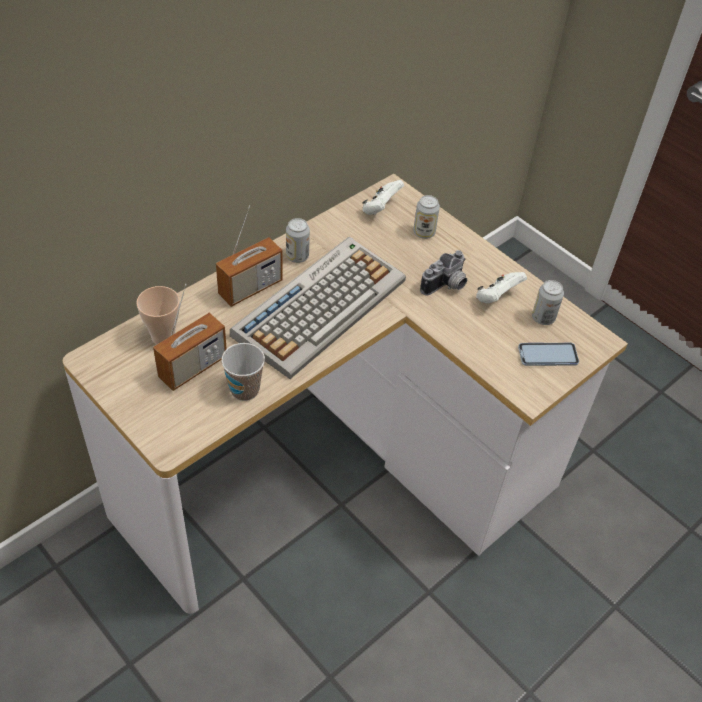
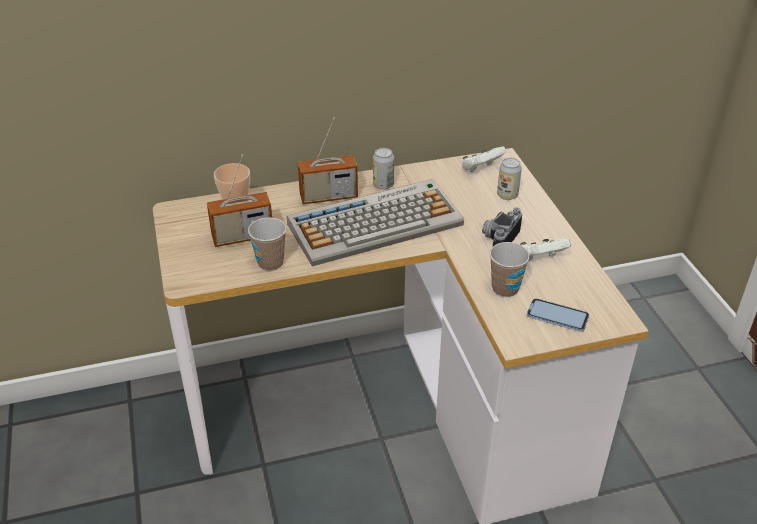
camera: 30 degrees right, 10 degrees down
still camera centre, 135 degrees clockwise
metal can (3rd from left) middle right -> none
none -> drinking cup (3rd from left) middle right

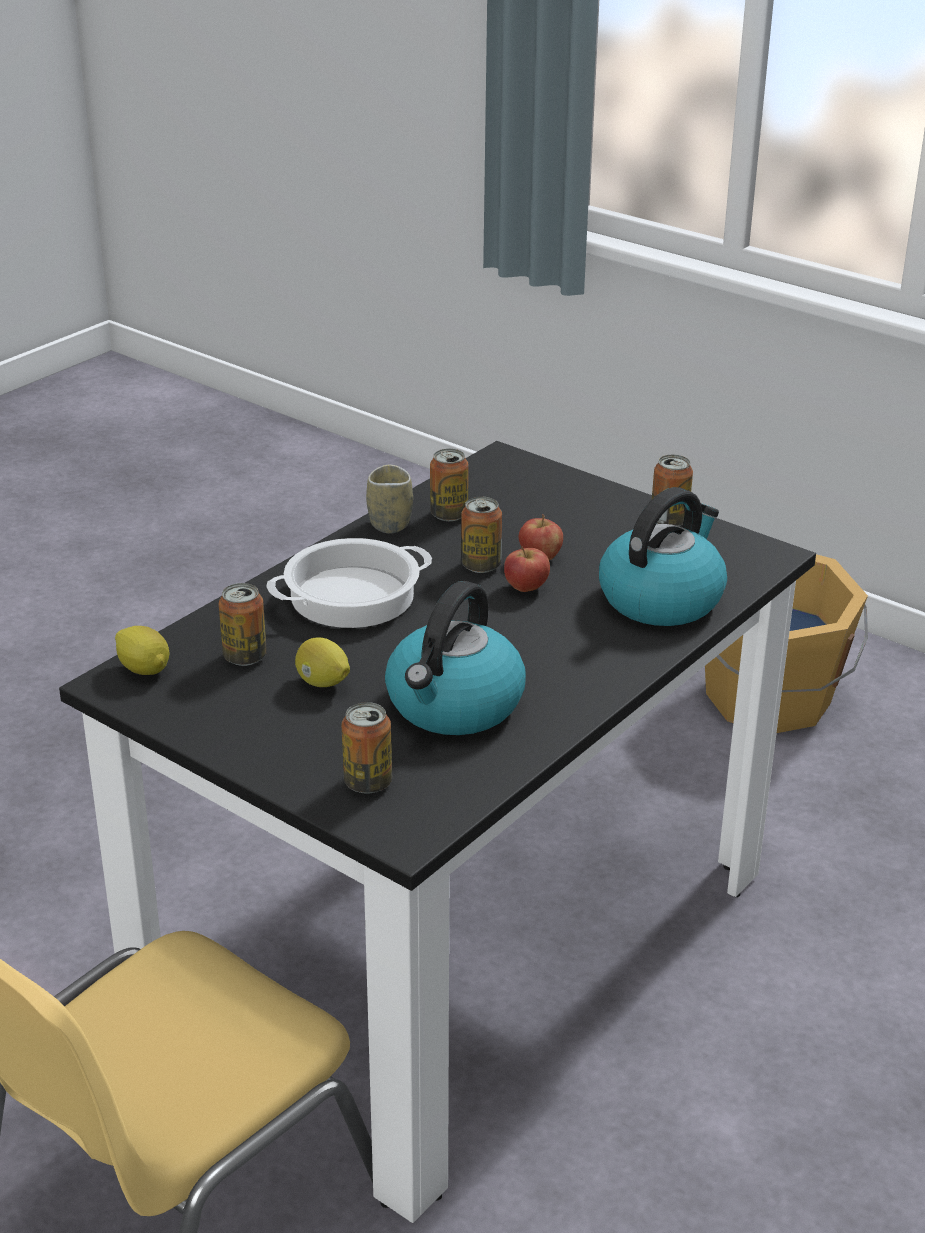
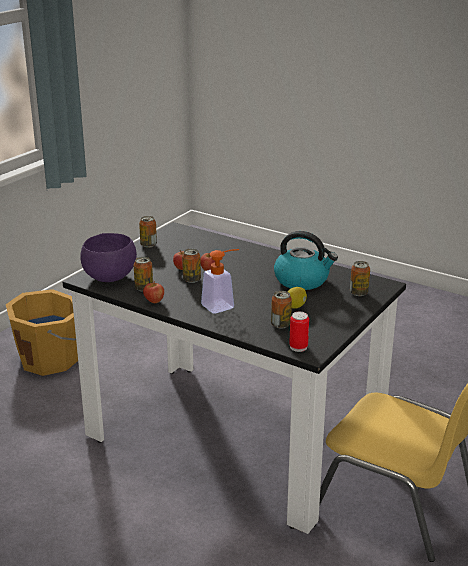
camera: 95 degrees left, 5 degrees down
drinking cup centre -> apple fruit (1st from left) middle left
water kettle (2nd from left) middle right -> none
cooking pot centre -> soap dispenser centre
whole lemon (1st from left) middle left -> metal can (5th from left) centre
none -> purple-coloured bowl middle left

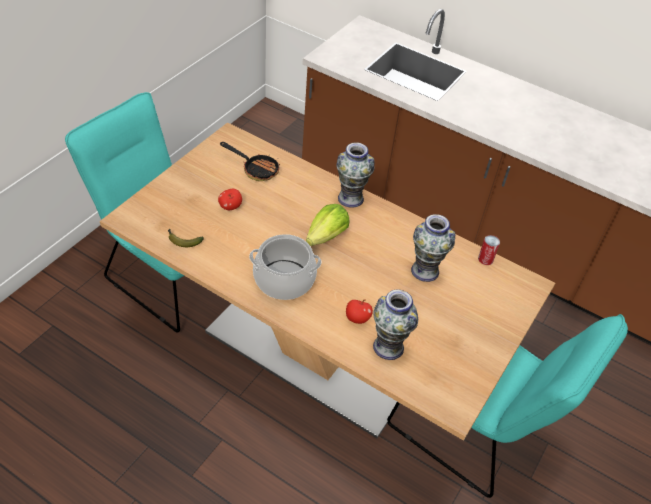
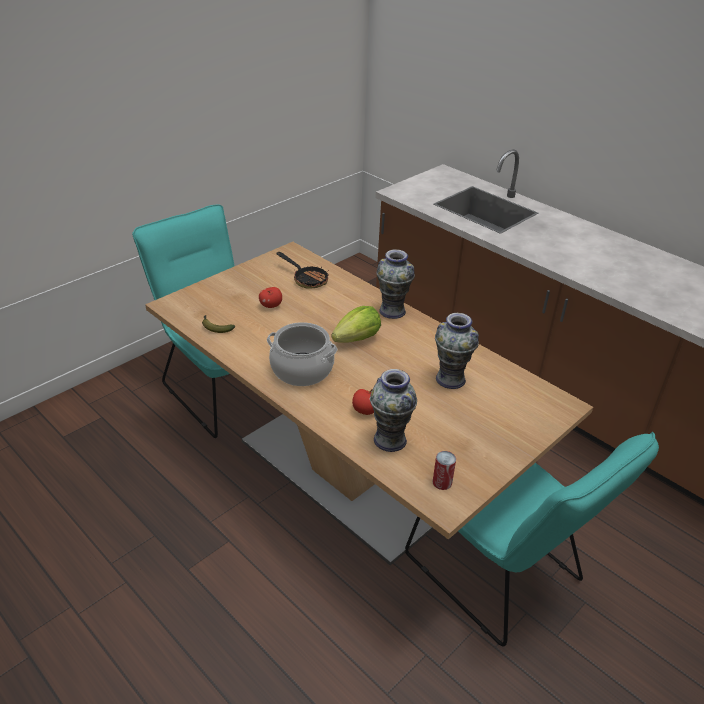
camera: 15 degrees right, 10 degrees down
metal can middle right -> metal can bottom centre, moved

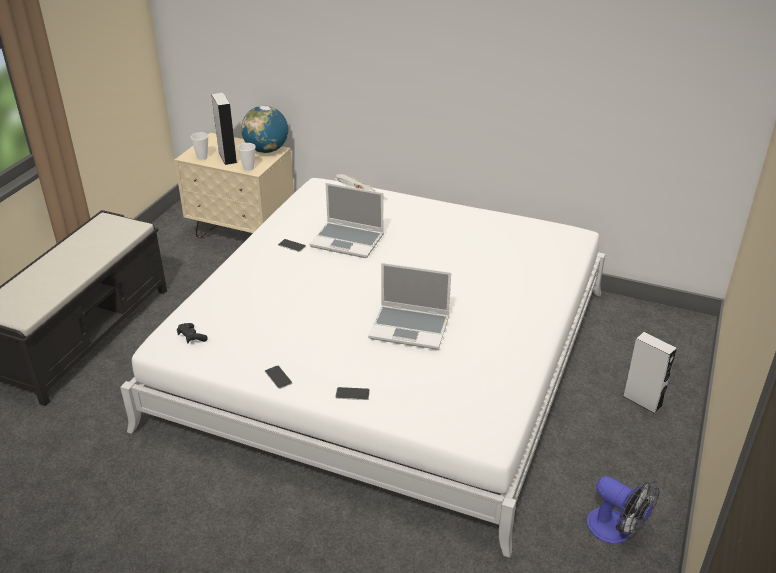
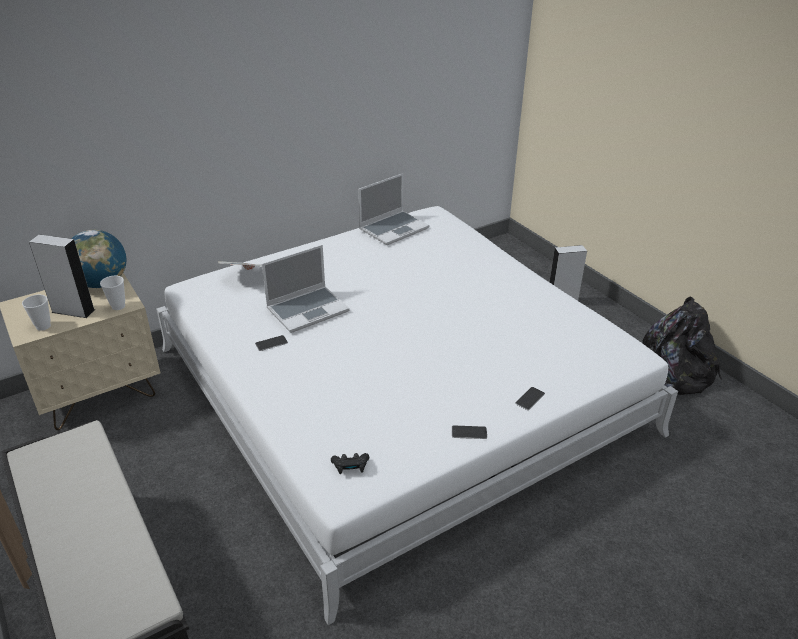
camera: 55 degrees left, 0 degrees up
laptop (2nd from left) centre -> laptop (2nd from left) top centre, moved
electric fan bottom right -> black rucksack middle right

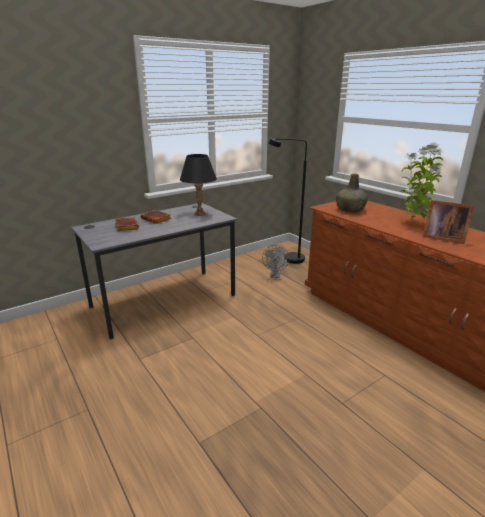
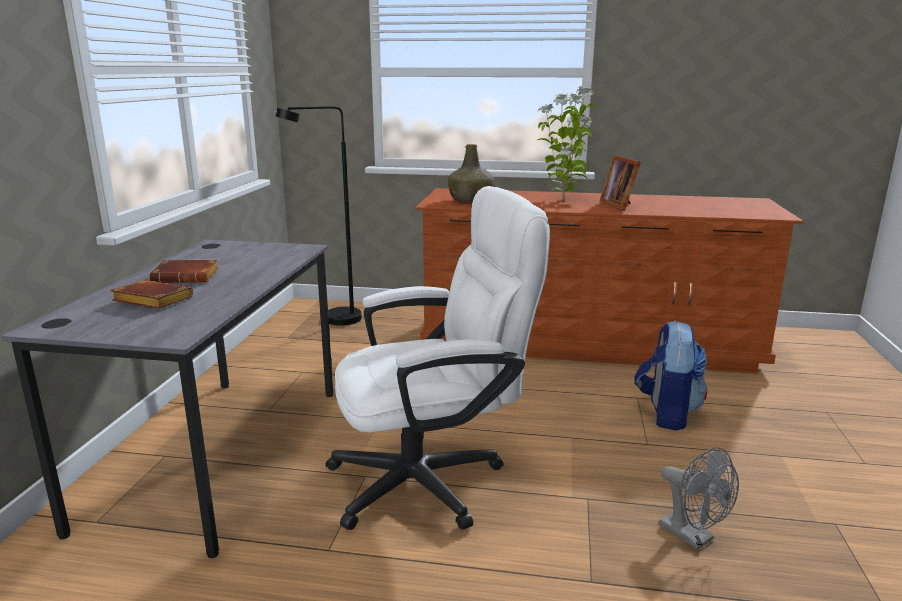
camera: 45 degrees left, 5 degrees down
black tabletop lamp centre -> none
standing frame middle right -> standing frame top right, 90 degrees clockwise
gray electric fan centre -> gray electric fan bottom right, moved
none -> whitish computer chair centre
none -> rucksack middle right

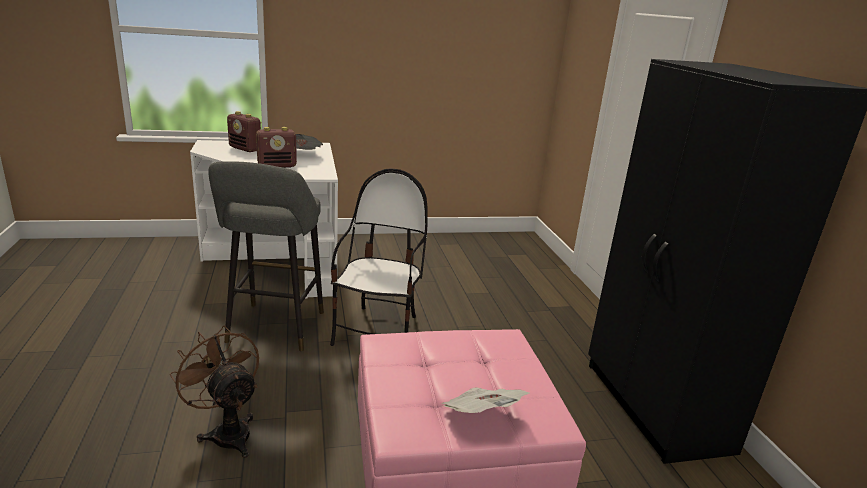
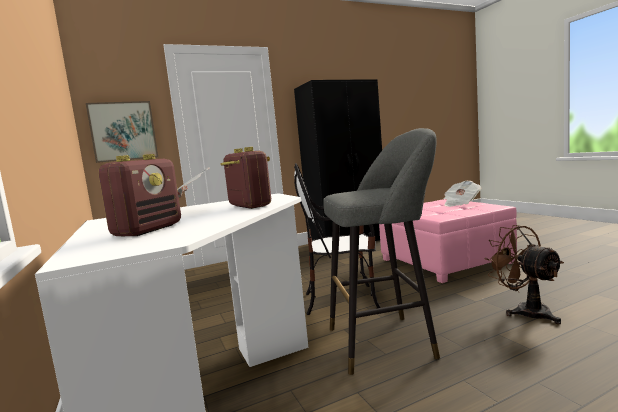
camera: 100 degrees left, 15 degrees down
brownish electric fan bottom left -> brownish electric fan middle right, 120 degrees clockwise
none -> wall picture top left

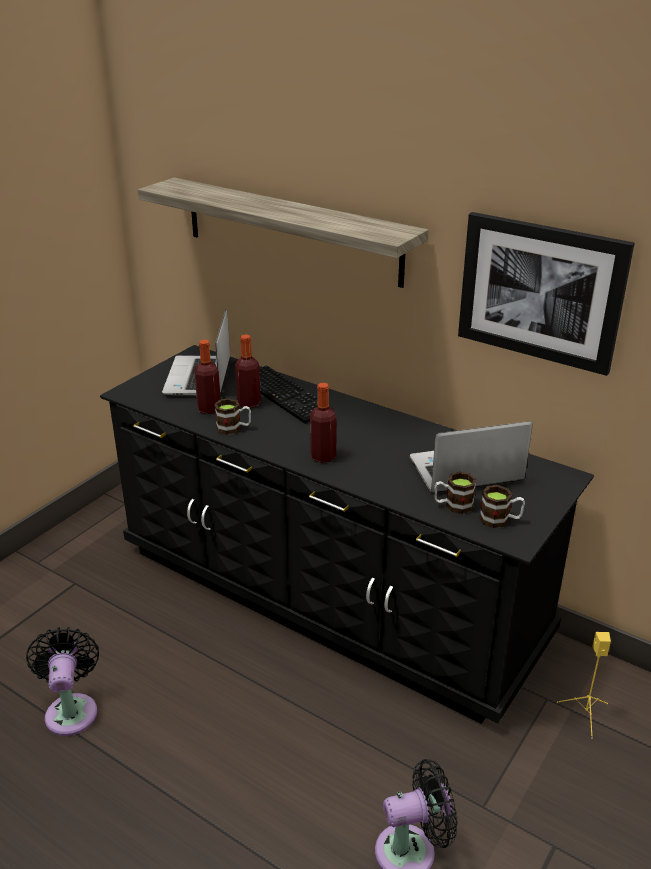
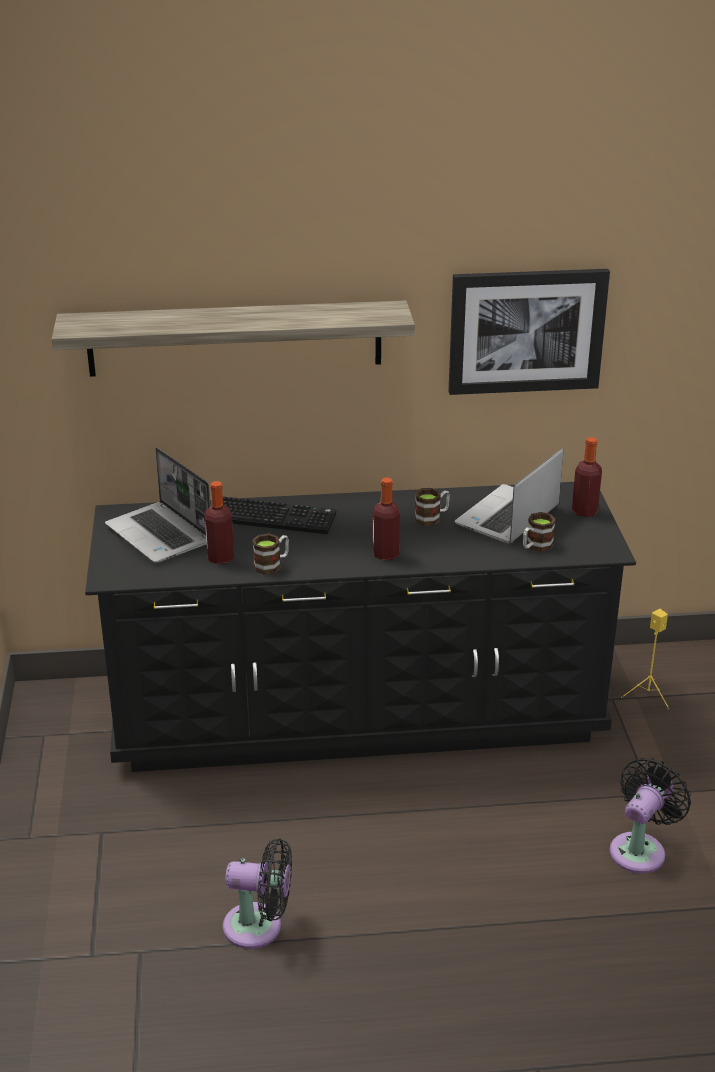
camera: 40 degrees left, 0 degrees up
beverage bottle (2nd from left in the first image) centre -> beverage bottle (3rd from left) middle right, moved
mug (3rd from left in the first image) middle right -> mug (2nd from left) centre, moved
black electric fan (1st from left) bottom left -> black electric fan (1st from left) bottom centre, 150 degrees clockwise

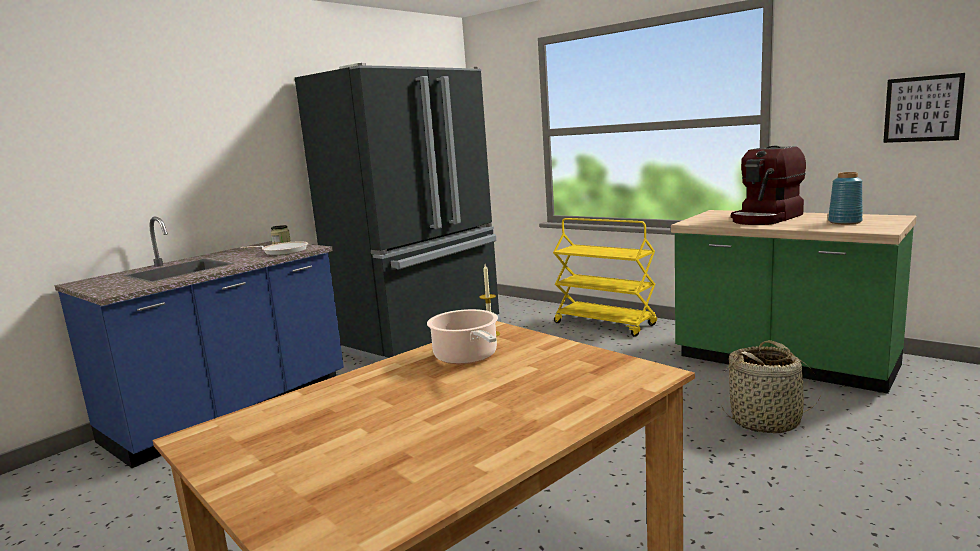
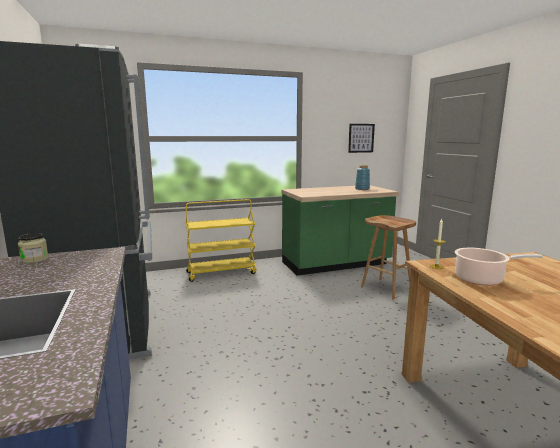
camera: 60 degrees left, 0 degrees up
coffee brewer middle right -> none
pan middle left -> none
household basket bottom right -> brownish stool middle right

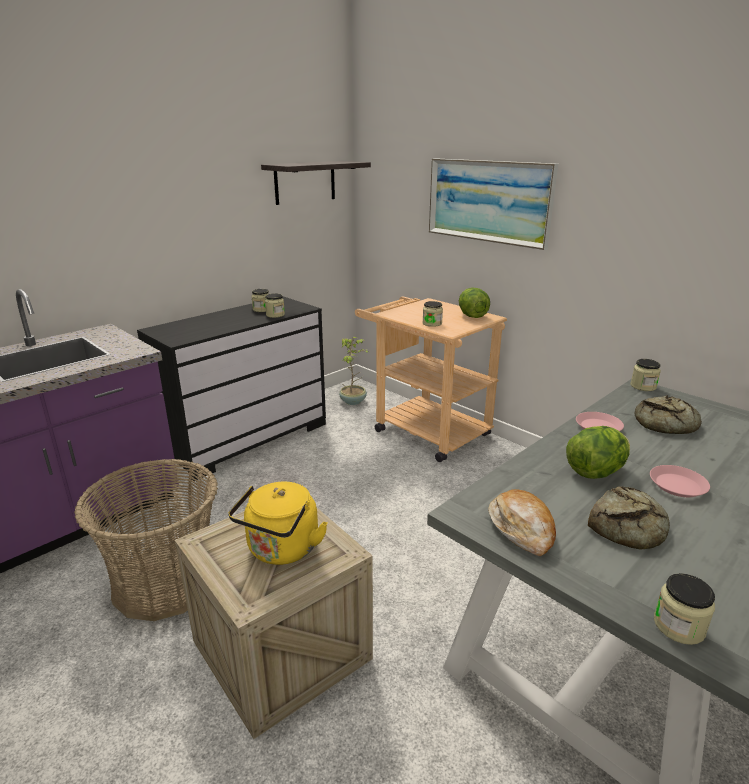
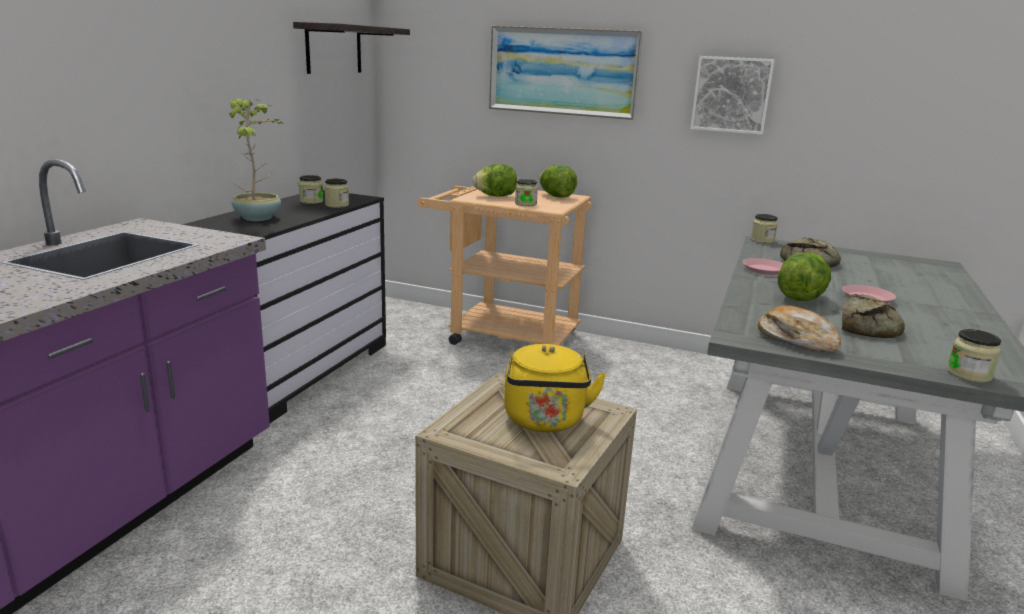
camera: 25 degrees left, 5 degrees down
houseplant centre -> houseplant top left, moved
household basket bottom left -> none
none -> wall picture (2nd from left) top right
none -> lettuce head (1st from left) top centre

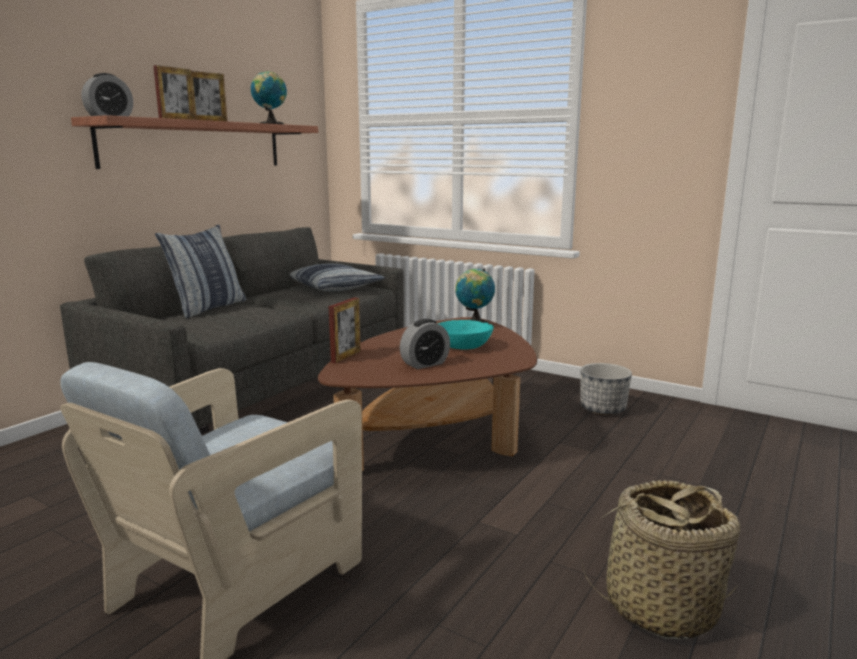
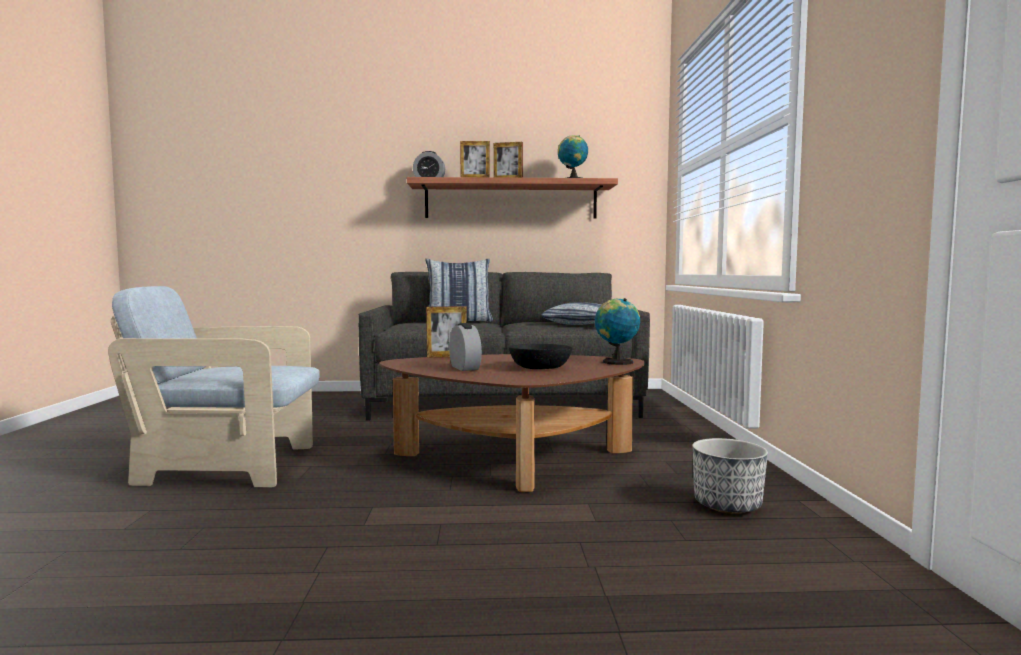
camera: 55 degrees right, 10 degrees down
bedside clock (2nd from left) centre, 135 degrees counterclockwise
turquoise bowl centre -> black bowl centre
household basket bottom right -> none

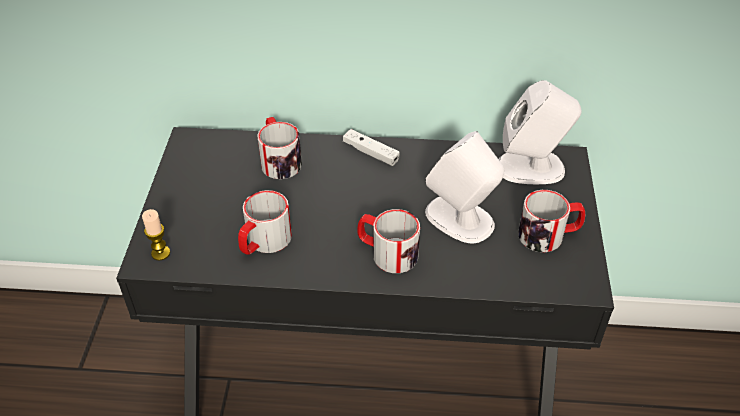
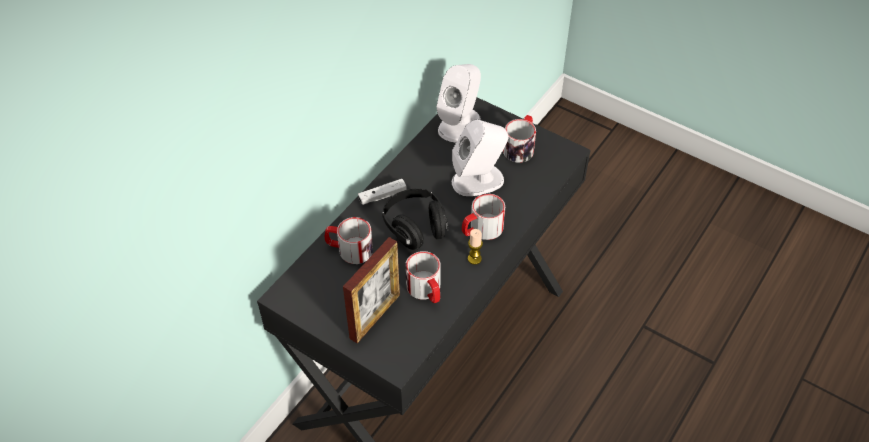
camera: 60 degrees left, 5 degrees up
wax light middle left -> wax light centre, moved
none -> black headphones centre
none -> standing frame centre

